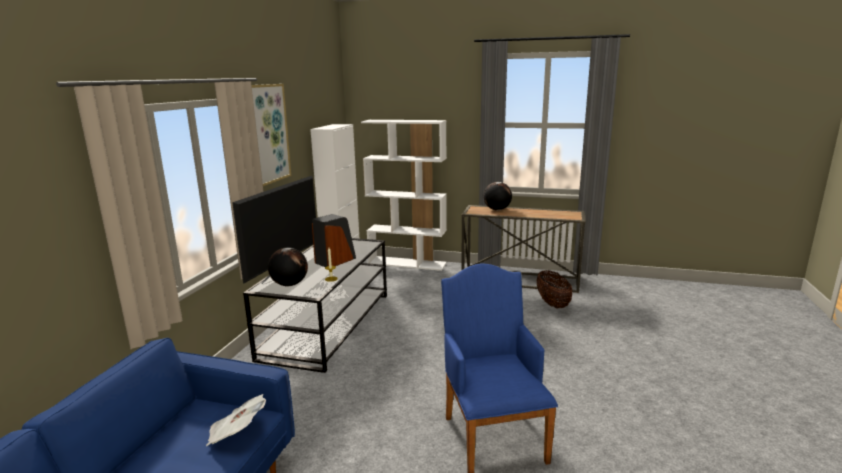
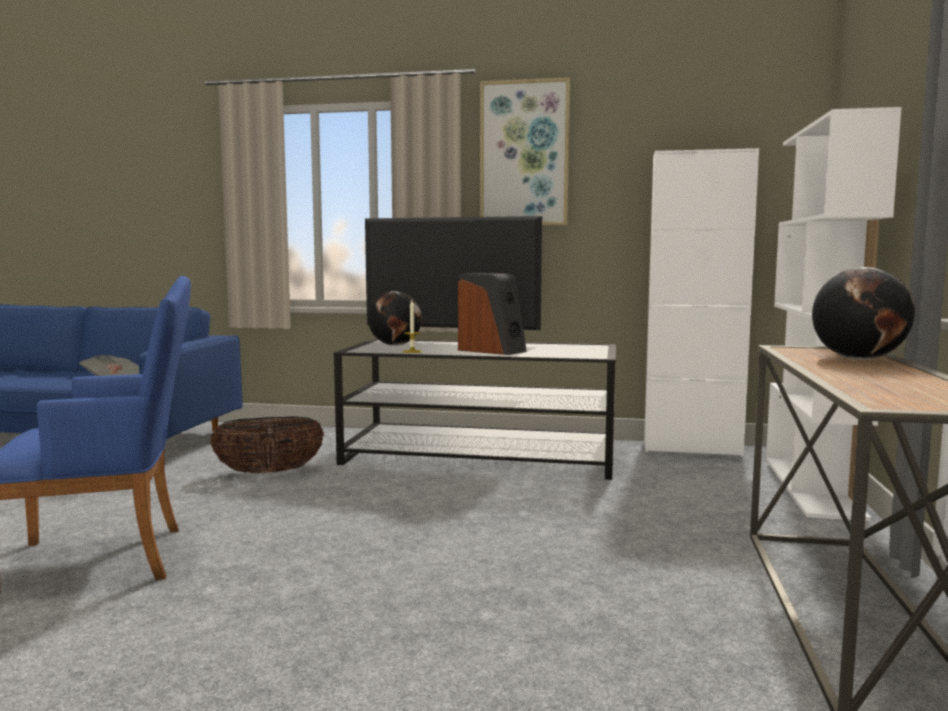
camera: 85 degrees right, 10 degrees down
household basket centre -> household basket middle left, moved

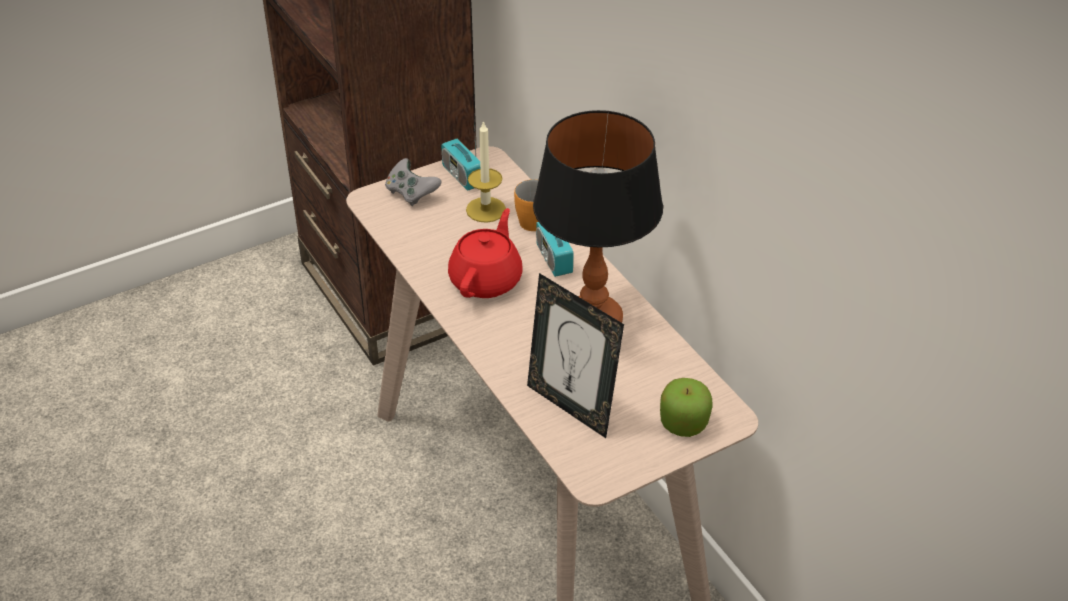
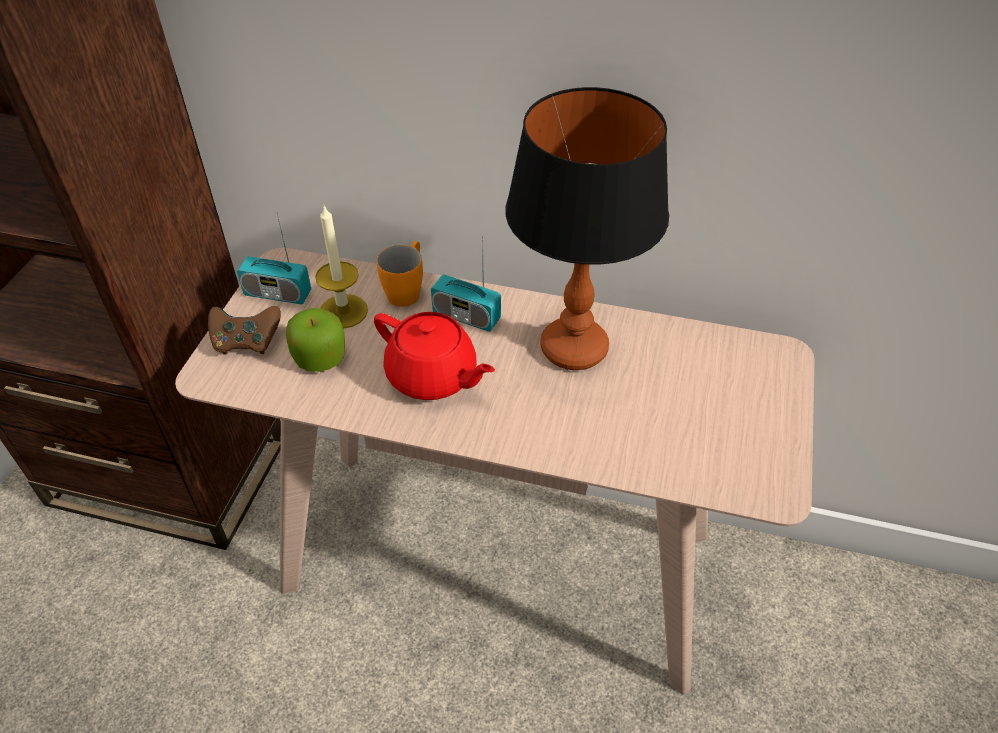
camera: 45 degrees left, 5 degrees up
gray joypad top centre -> brownish joypad middle left
reddish pot for tea centre, 150 degrees clockwise
standing frame centre -> none
apple fruit bottom centre -> apple fruit middle left, moved

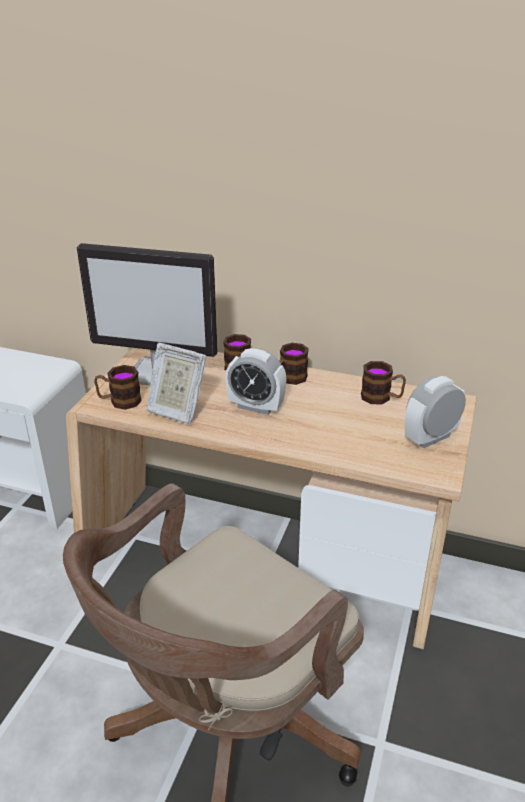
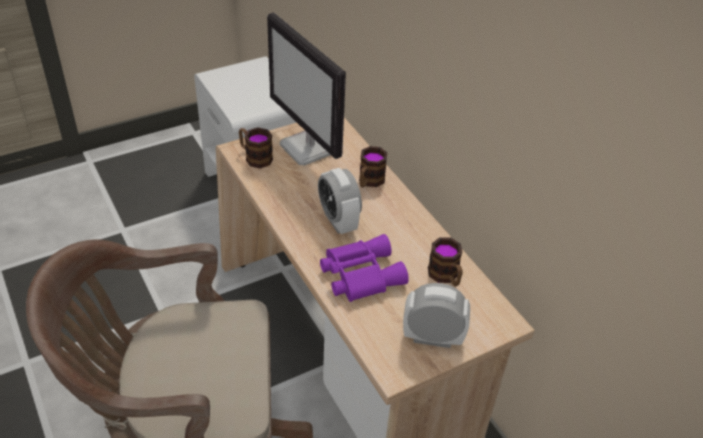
camera: 40 degrees right, 10 degrees up
standing frame centre -> none
mug (3rd from left) centre -> none
none -> purple-coloured pair of binoculars centre

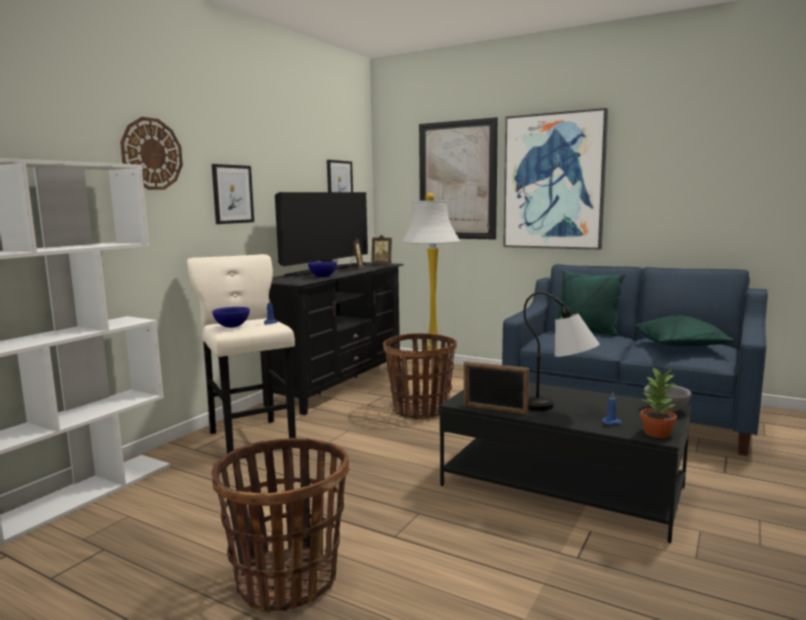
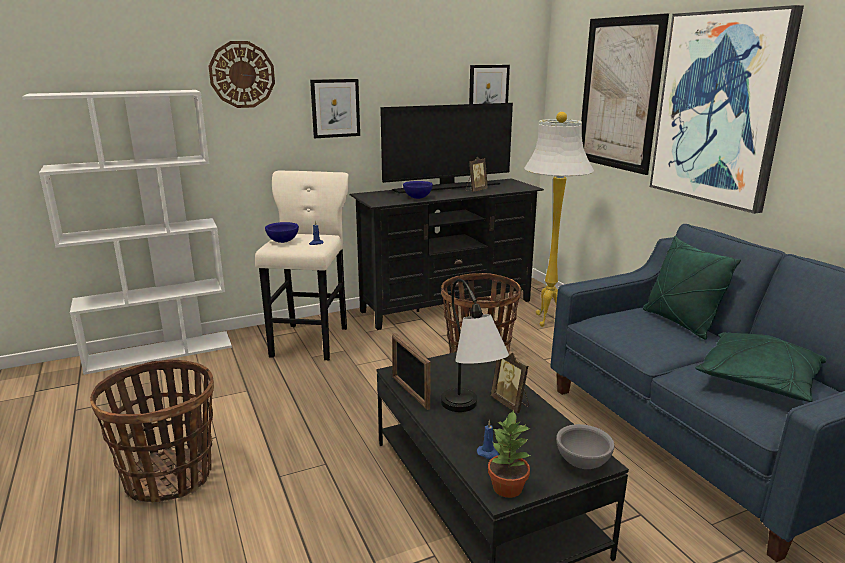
camera: 35 degrees right, 10 degrees up
standing frame (2nd from left in the first image) centre -> standing frame (3rd from left) bottom centre, moved

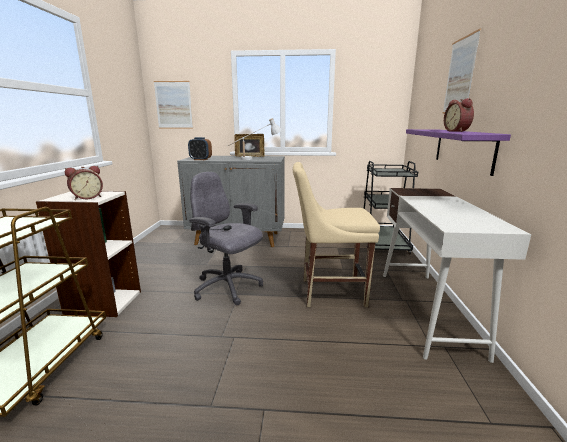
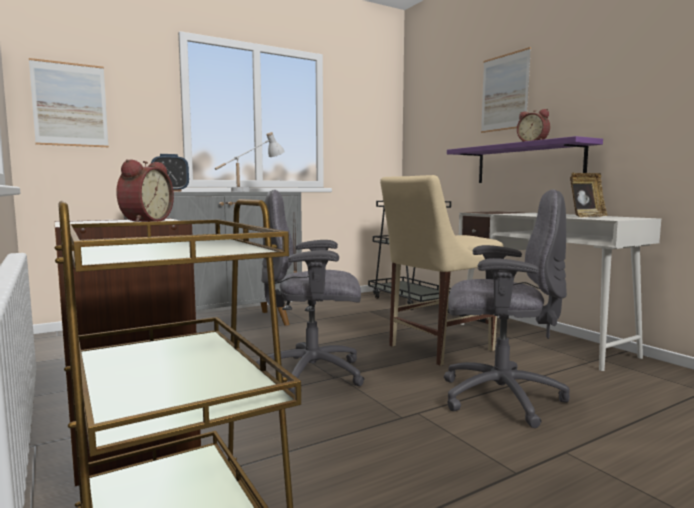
camera: 35 degrees left, 10 degrees down
standing frame top centre -> standing frame middle right, moved
none -> gray computer chair (2nd from left) middle right

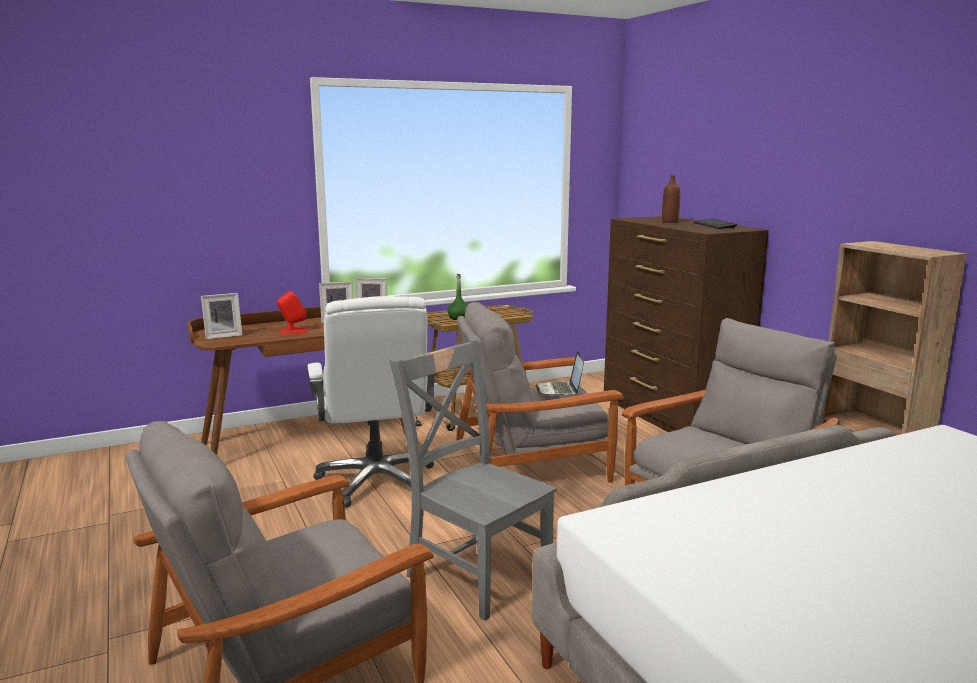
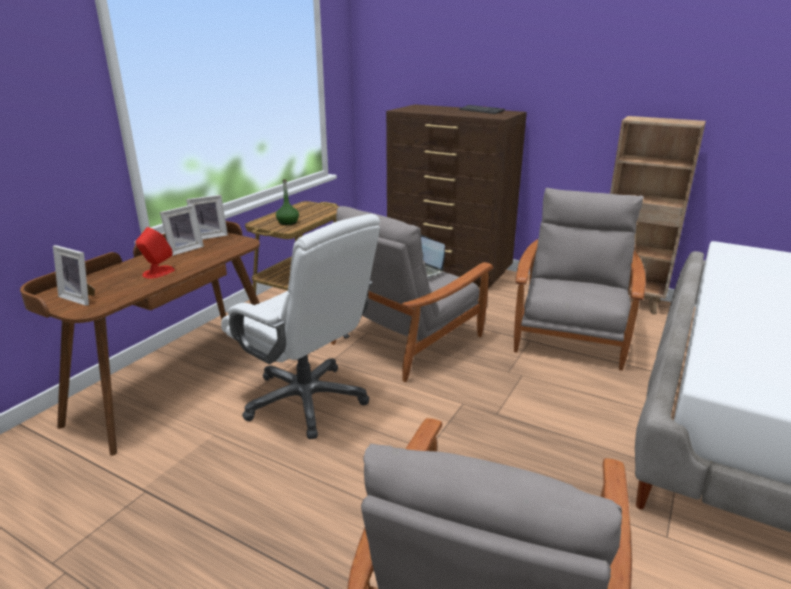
camera: 35 degrees left, 10 degrees up
brownish beverage bottle top right -> none
standing frame (1st from left) middle left, 90 degrees clockwise
gray plain chair bottom centre -> none

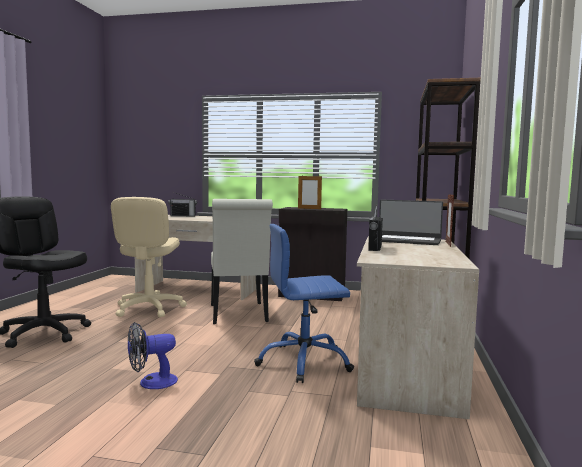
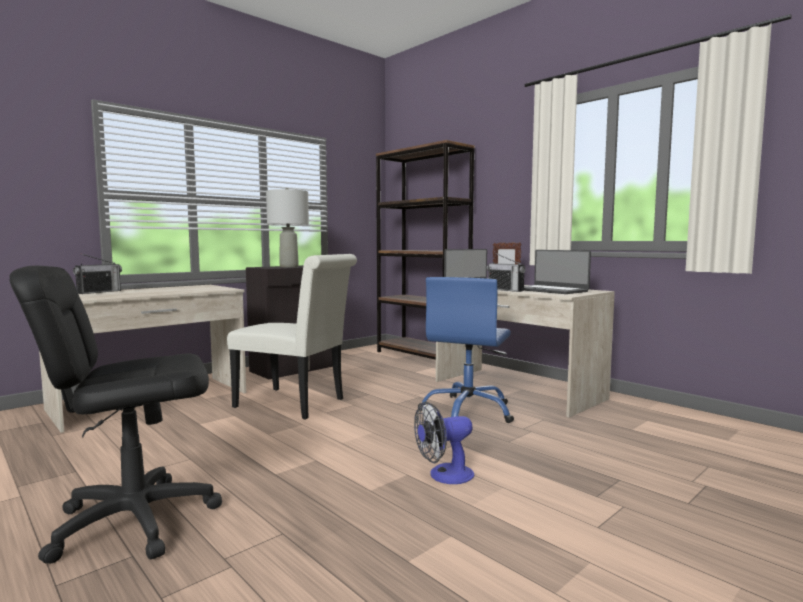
camera: 55 degrees left, 0 degrees up
standing frame (1st from left) centre -> gray tabletop lamp centre
beige computer chair middle left -> none
electric fan bottom left -> electric fan bottom centre, 60 degrees clockwise
none -> laptop (2nd from left) middle right

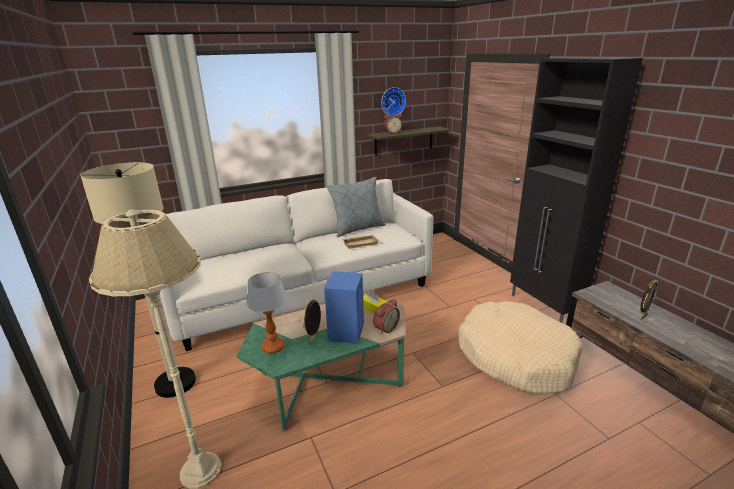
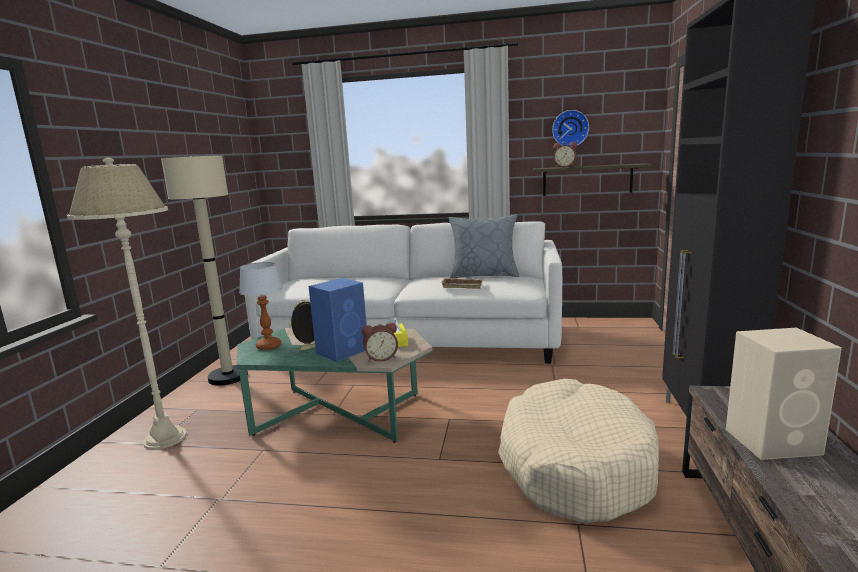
camera: 35 degrees right, 10 degrees down
standing frame (2nd from left) middle right -> beige speaker bottom right

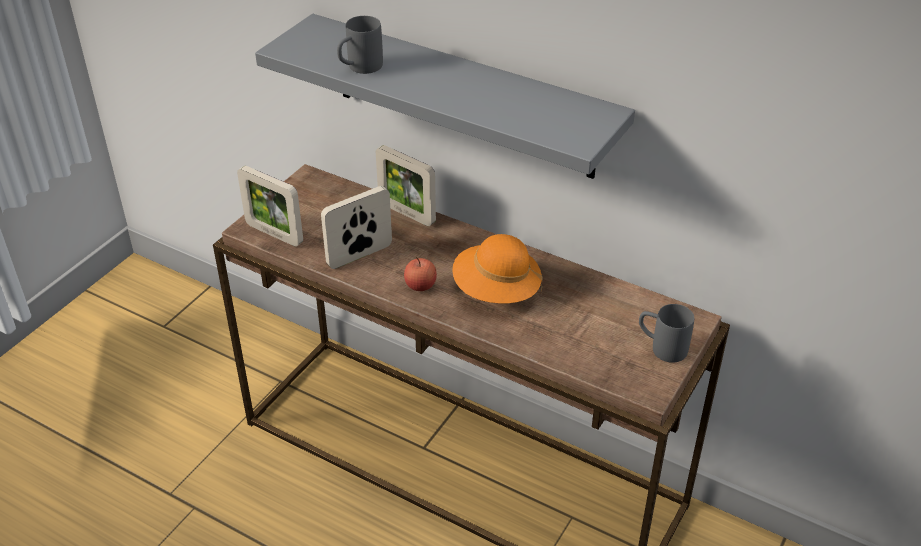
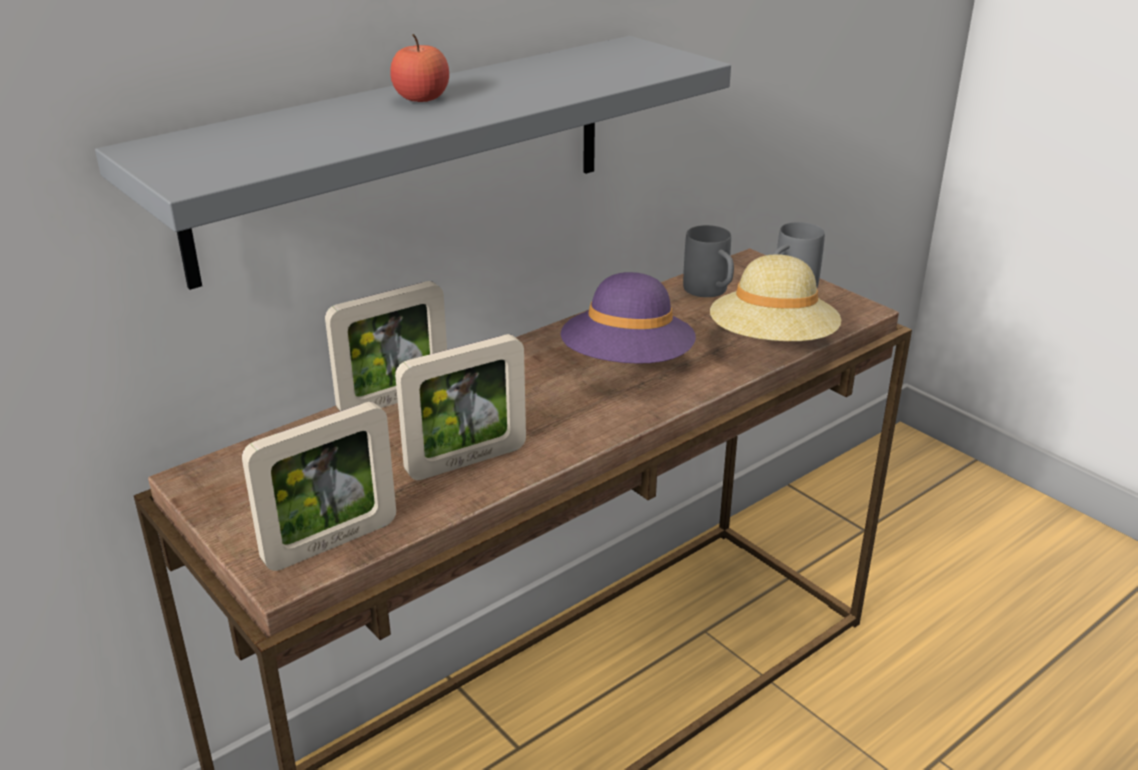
camera: 70 degrees left, 10 degrees down
gray mug (1st from left) top centre -> gray mug (1st from left) centre, moved
standing frame (2nd from left in the first image) centre -> standing frame (3rd from left) centre, 105 degrees counterclockwise
orangey wearable hat centre -> purple-coloured wearable hat centre
apple fruit centre -> apple fruit top centre, moved
none -> beige wearable hat middle right

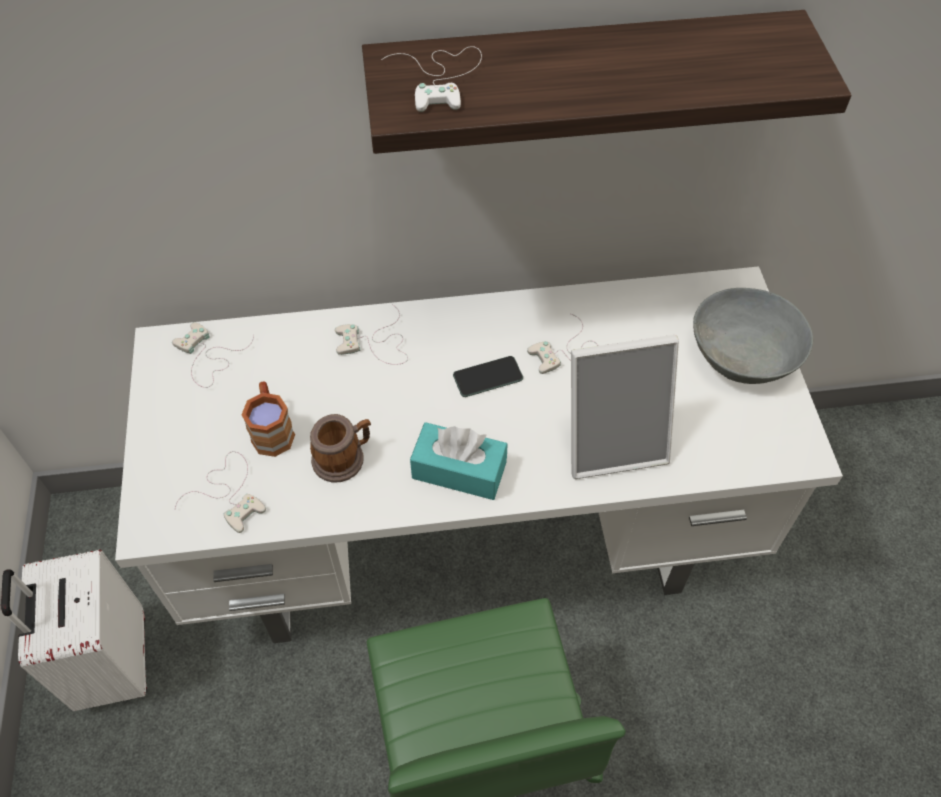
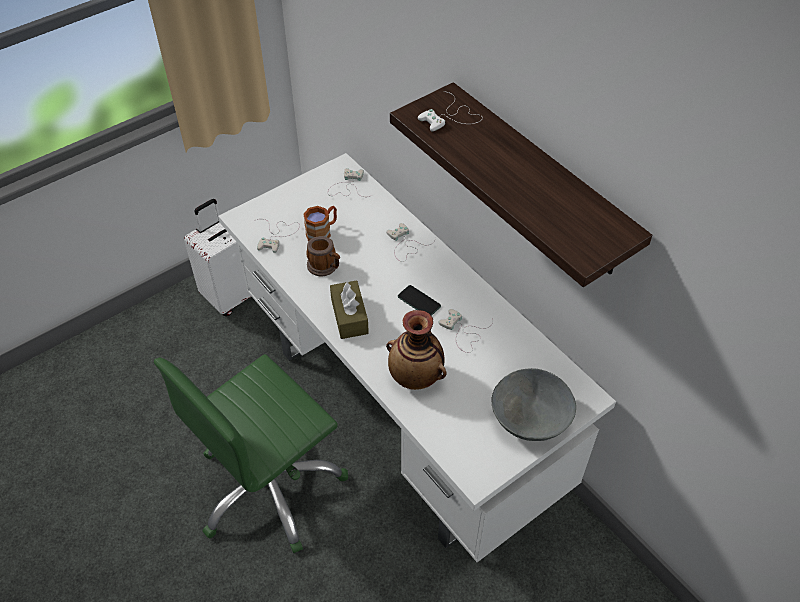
camera: 60 degrees right, 5 degrees down
standing frame centre -> vase centre
turquoise tissue box centre -> brownish tissue box centre

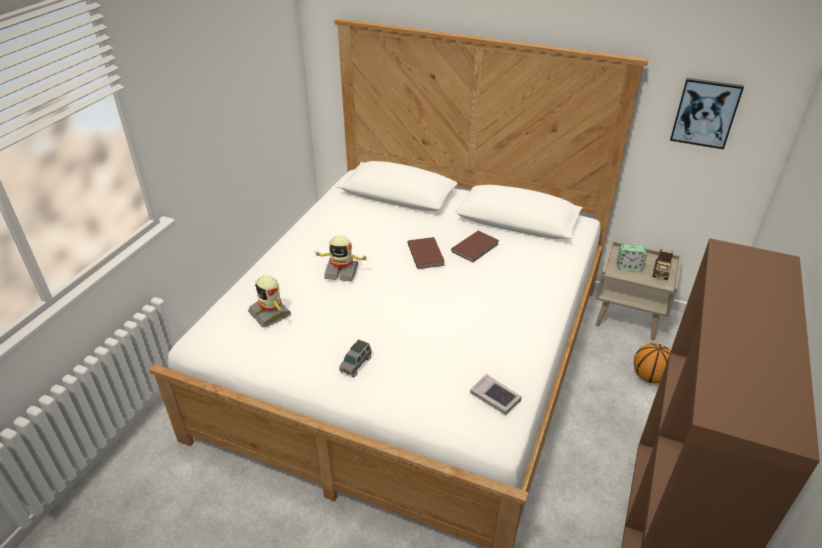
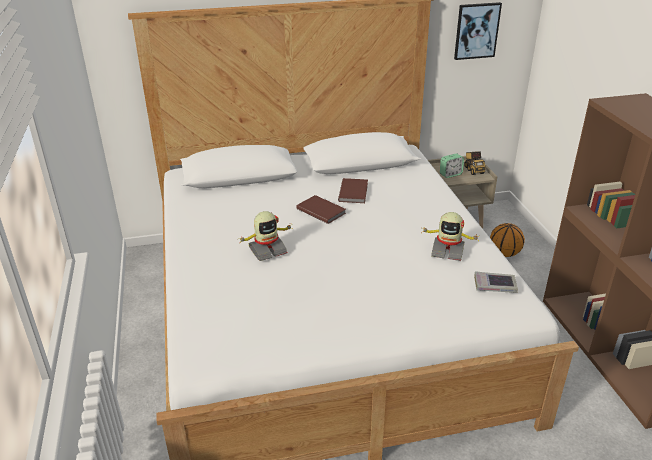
camera: 35 degrees left, 5 degrees down
toy robot (1st from left in the first image) middle left -> toy robot (2nd from left) middle right, moved
gray toy car centre -> none

